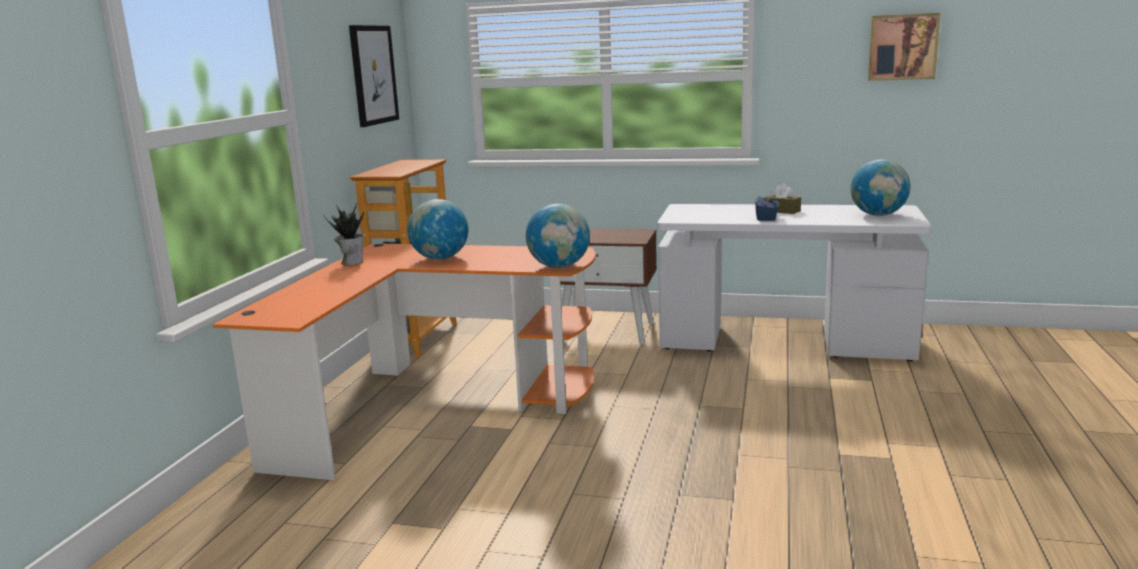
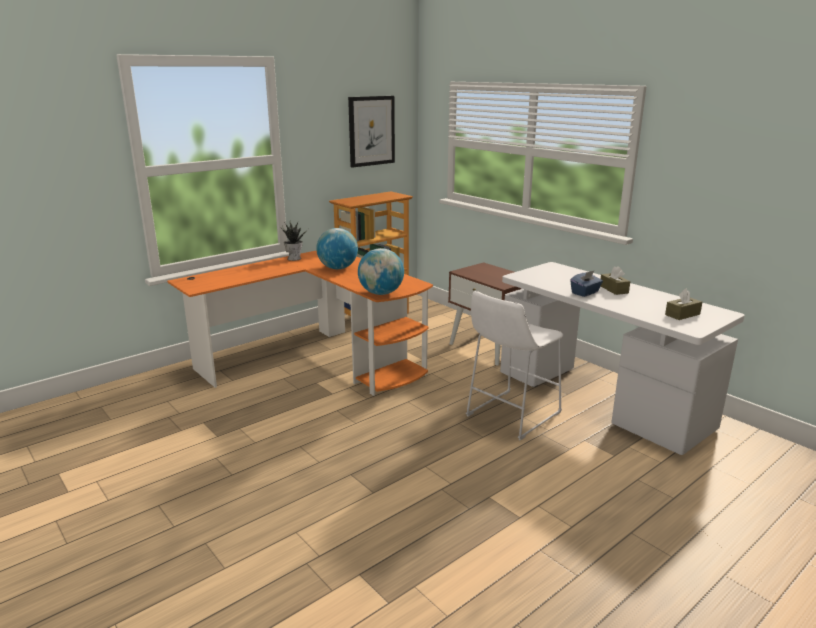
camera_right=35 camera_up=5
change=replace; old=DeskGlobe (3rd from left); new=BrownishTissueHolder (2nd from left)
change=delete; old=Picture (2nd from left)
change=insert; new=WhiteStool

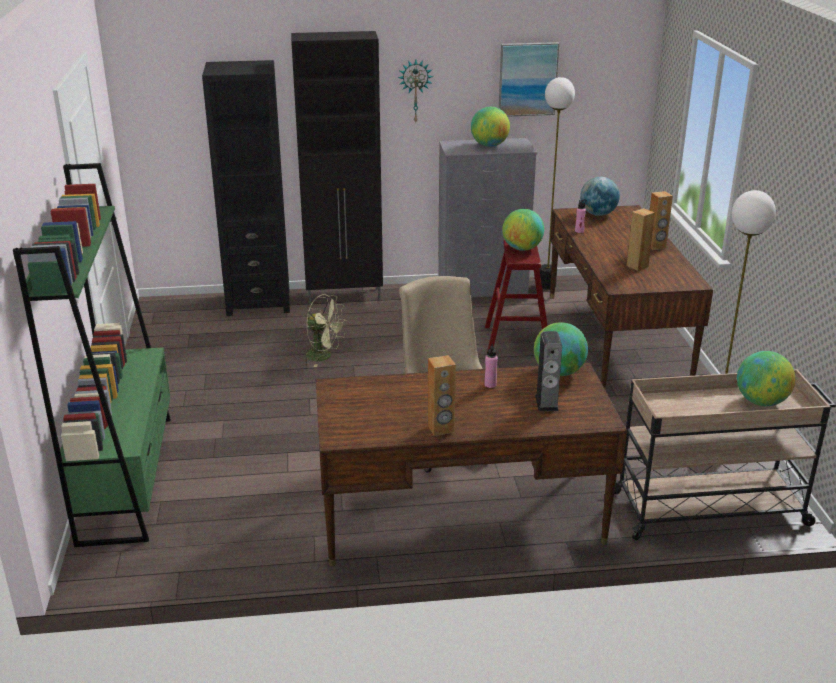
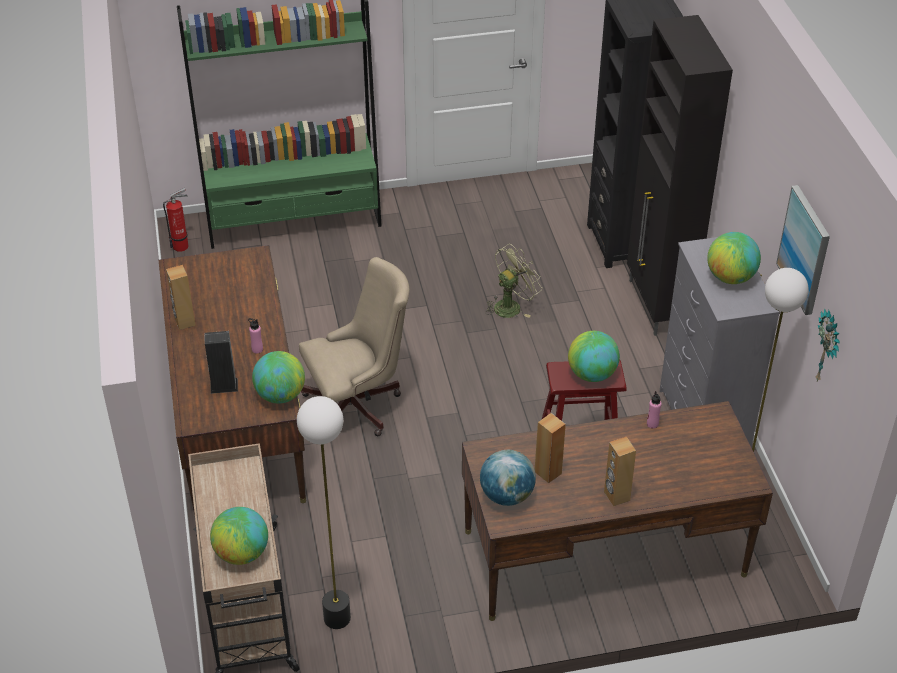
camera_right=85 camera_up=15
change=rotate; old=GreenishFan; degrees=-150
change=move; old=HangingClock
change=move; old=DeskGlobe (4th from left in the first image); new=DeskGlobe (3rd from left)
change=insert; new=FireExtinguisher

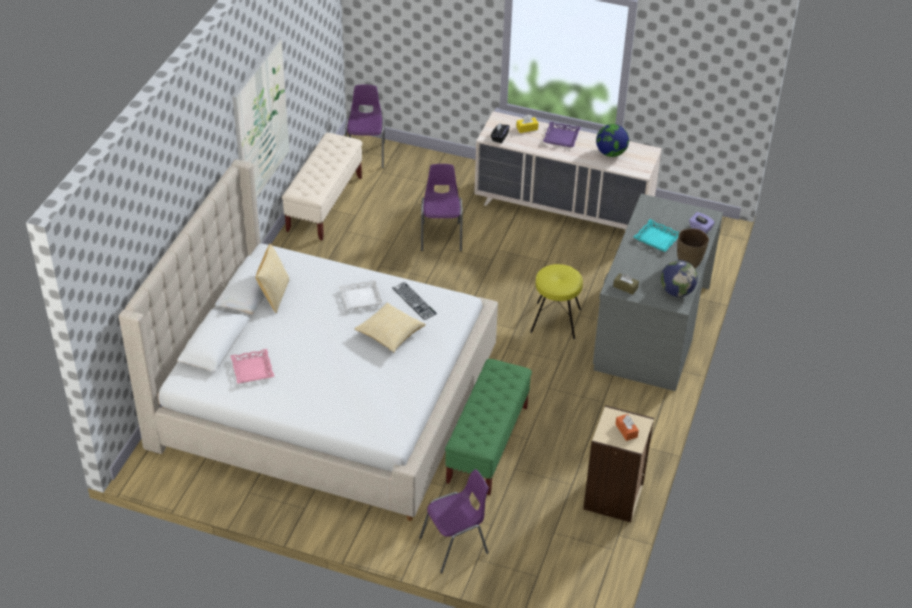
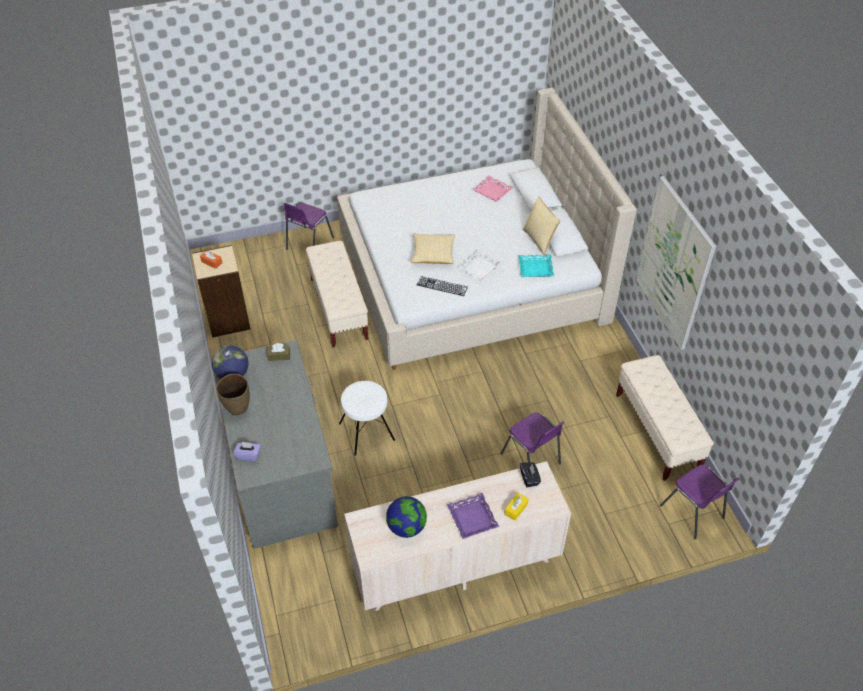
camera_right=145 camera_up=5
change=recolor; old=GreenishIndoorBench; new=SandColouredIndoorBench (1st from left)
change=recolor; old=YellowishStool; new=WhiteStool
change=move; old=TurquoiseColouredServingTray

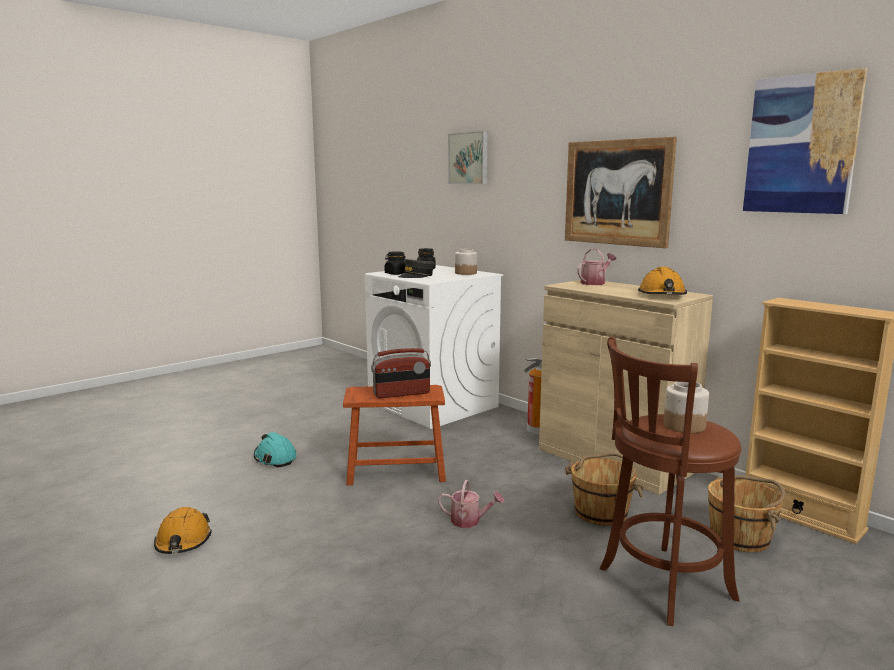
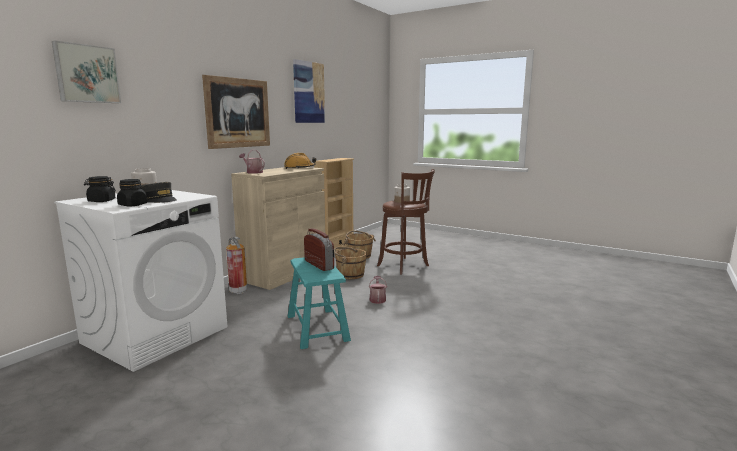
camera_right=-105 camera_up=0
change=delete; old=OrangeySafetyHelmet (1st from left)
change=delete; old=TurquoiseColouredSafetyHelmet
change=recolor; old=BrownishStool (1st from left); new=TurquoiseColouredStool

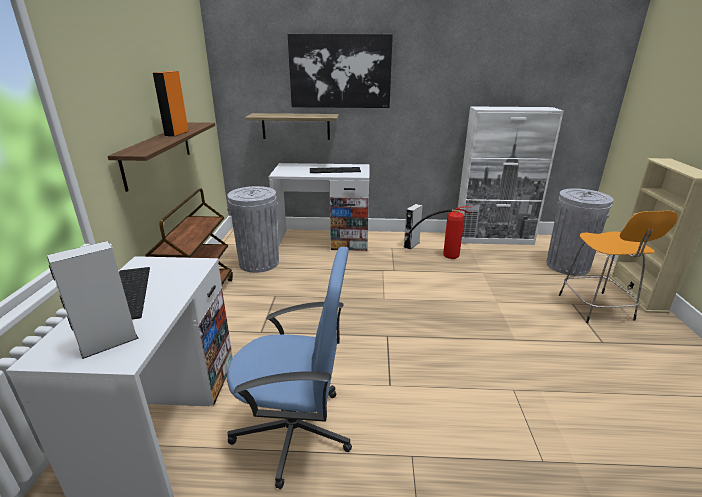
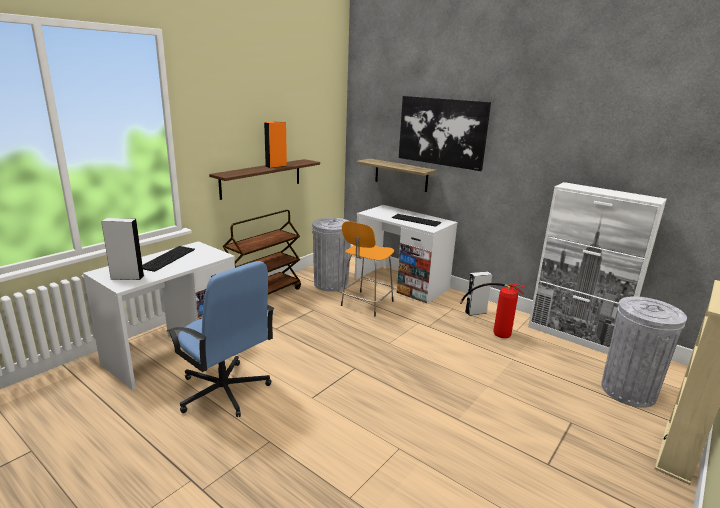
camera_right=35 camera_up=-5
change=move; old=OrangeyStool

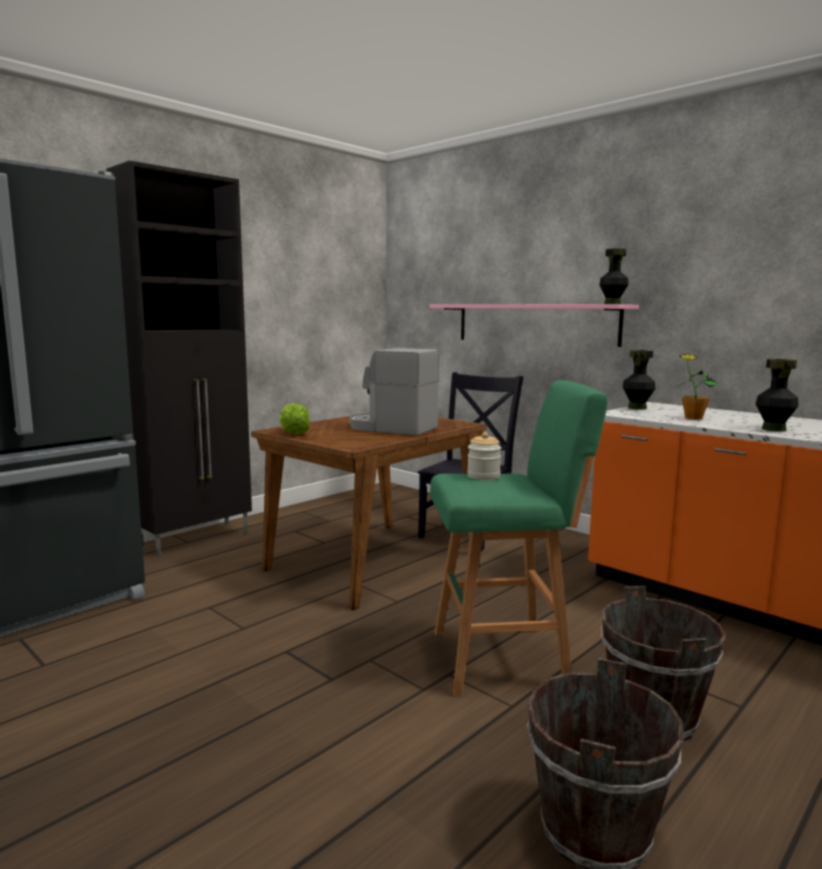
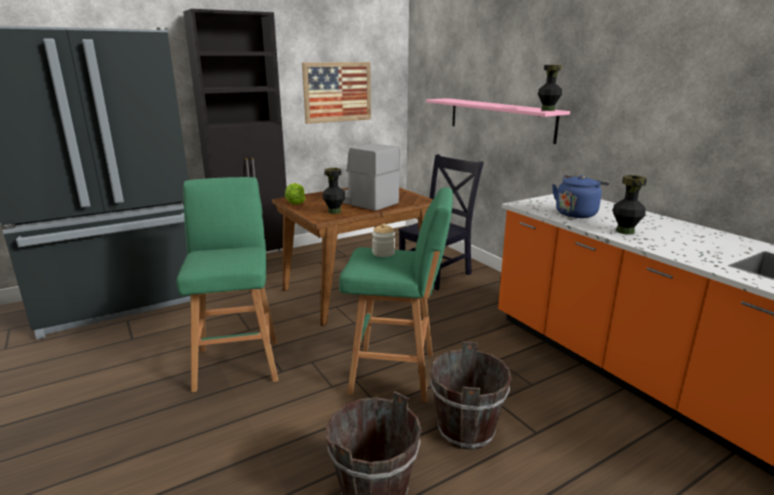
camera_right=15 camera_up=10
change=move; old=BlackDecorativeVase (2nd from left in the first image); new=BlackDecorativeVase (1st from left)
change=replace; old=PlantInAPot; new=BluishKettle
change=insert; new=GreenishStool (1st from left)
change=insert; new=Picture

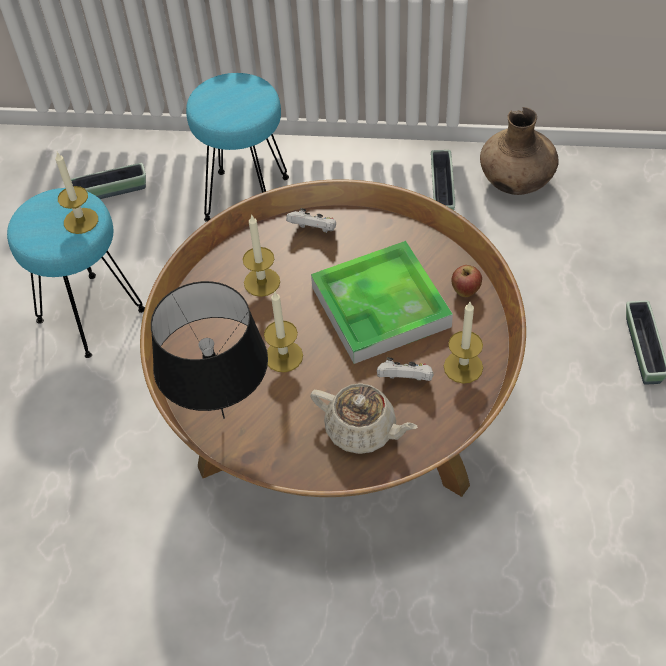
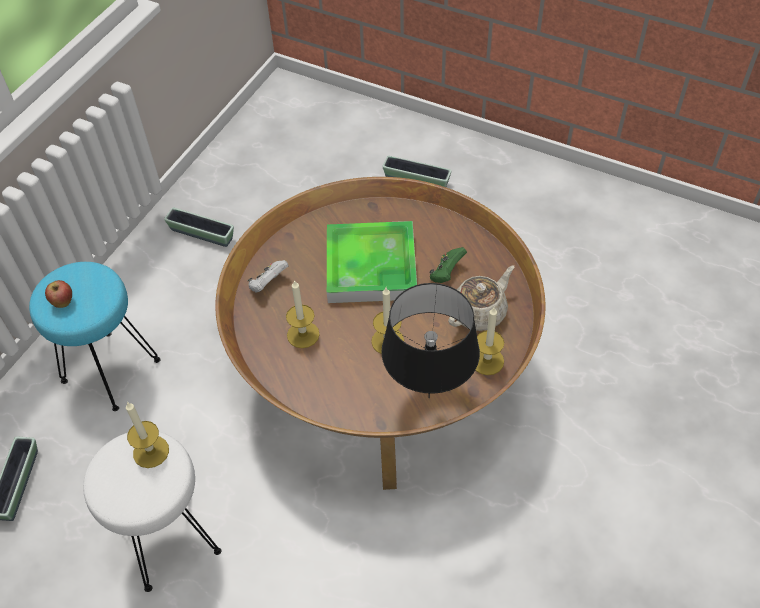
camera_right=-70 camera_up=0
change=recolor; old=TurquoiseColouredStool (1st from left); new=WhiteStool
change=recolor; old=WhiteGamepad (2nd from left); new=GreenishGamepad
change=move; old=WaxLight (4th from left)
change=move; old=Apple
change=delete; old=BrownishDecorativeVase

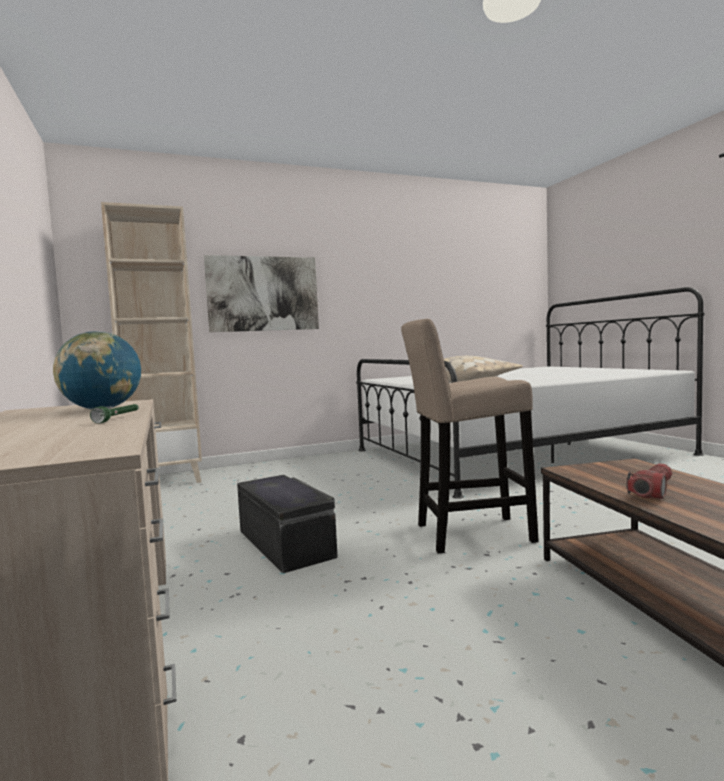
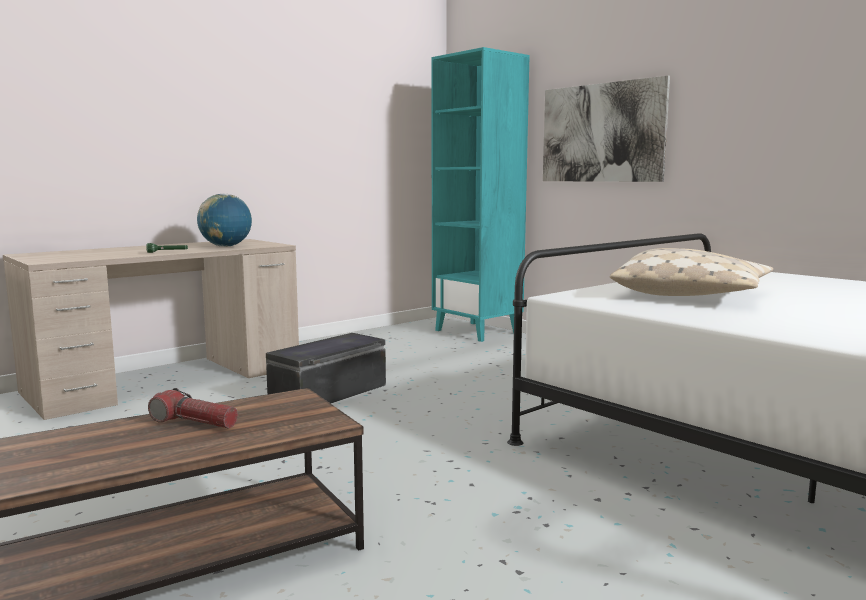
camera_right=70 camera_up=5
change=recolor; old=SandColouredBookshelf; new=TurquoiseColouredBookshelf
change=delete; old=SandColouredStool

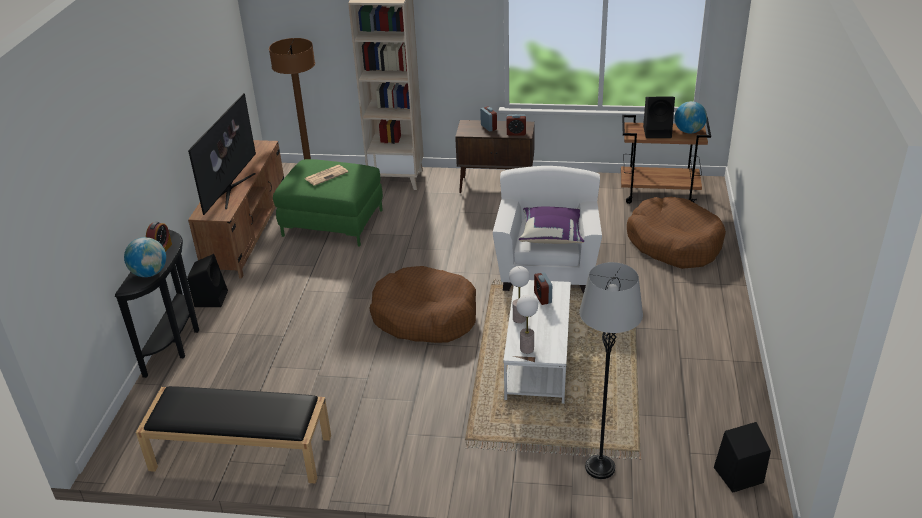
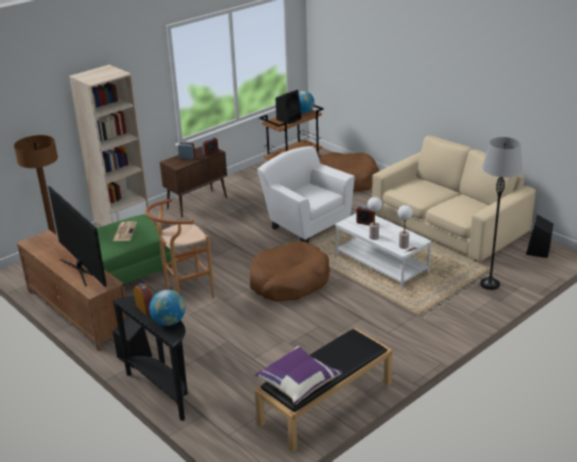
camera_right=-50 camera_up=-5
change=move; old=PurpleColouredThrowPillow
change=insert; new=BrownishStool
change=insert; new=SandColouredSofa

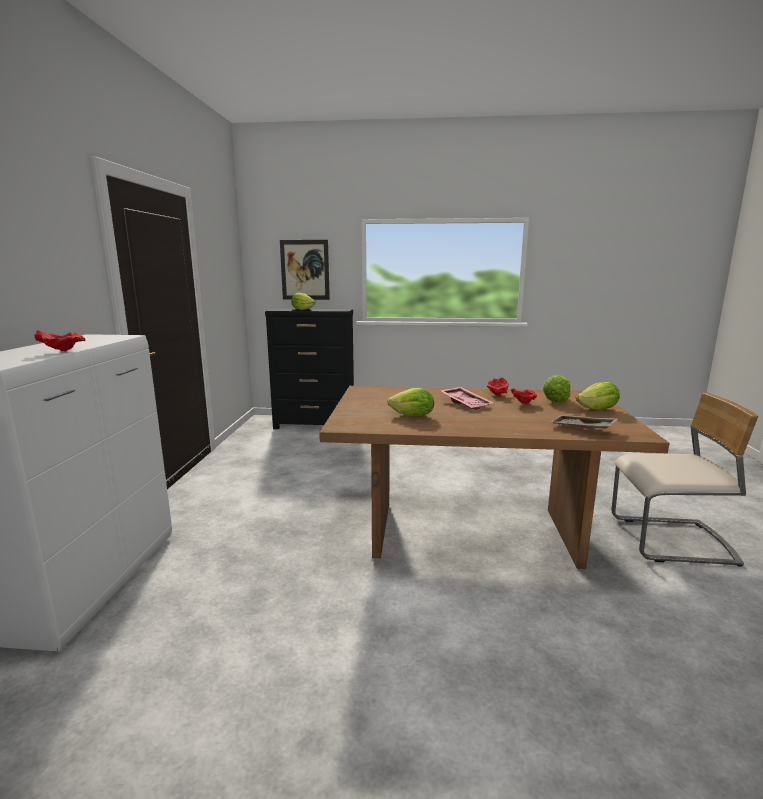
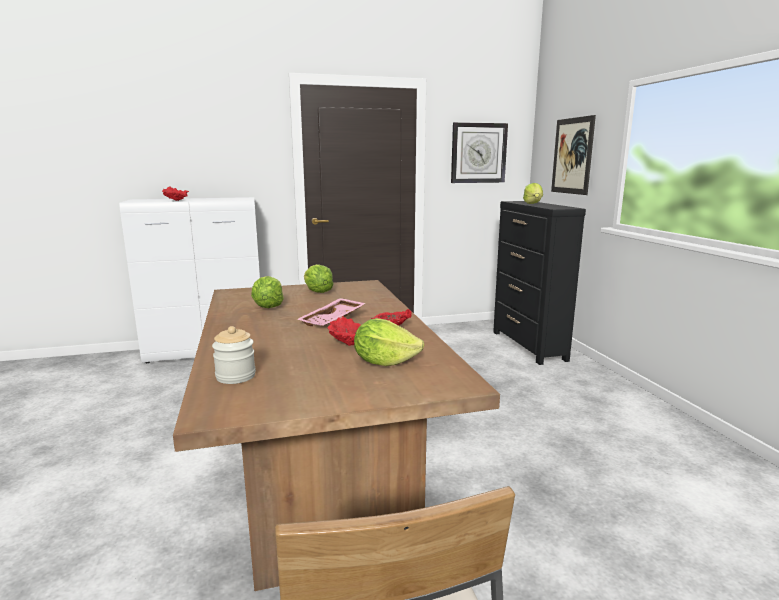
camera_right=70 camera_up=0
change=replace; old=GreyishServingTray; new=Jar
change=move; old=Lettuce (4th from left in the first image); new=Lettuce (2nd from left)
change=insert; new=HangingClock

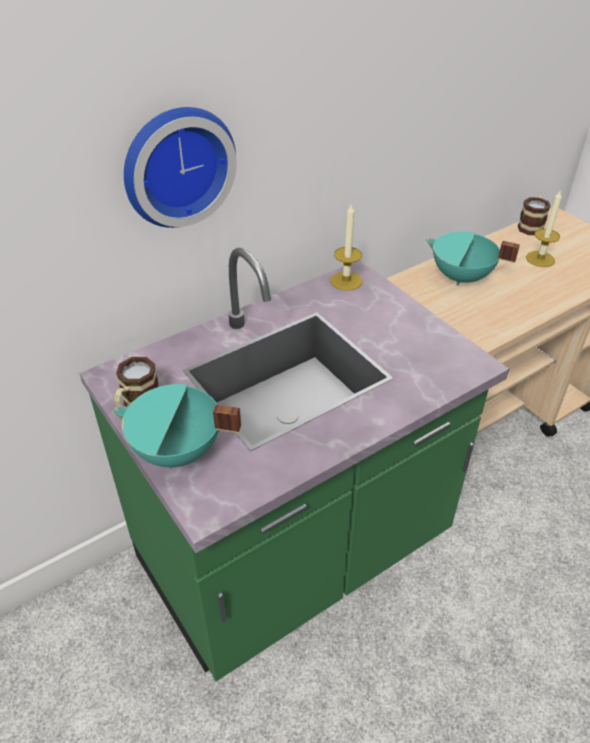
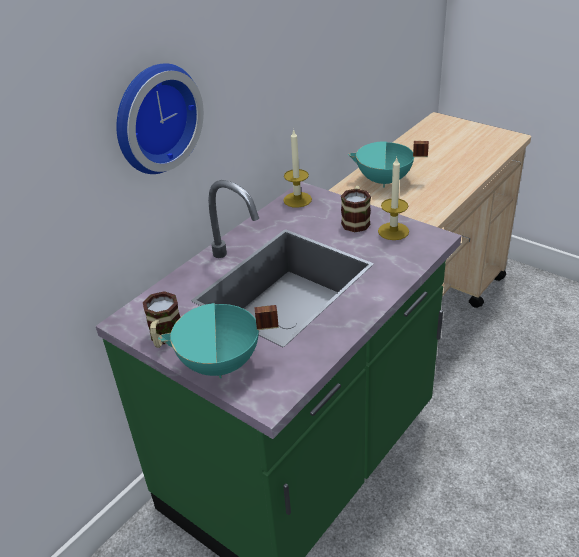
camera_right=-15 camera_up=-5
change=move; old=Mug (2nd from left)
change=move; old=WaxLight (2nd from left)

